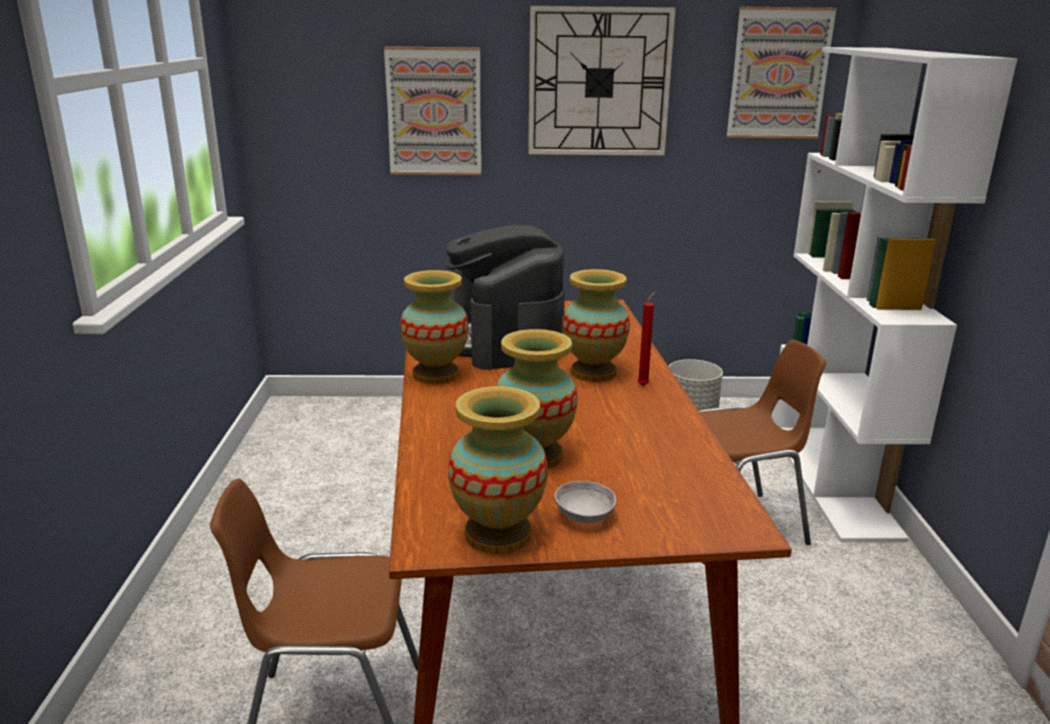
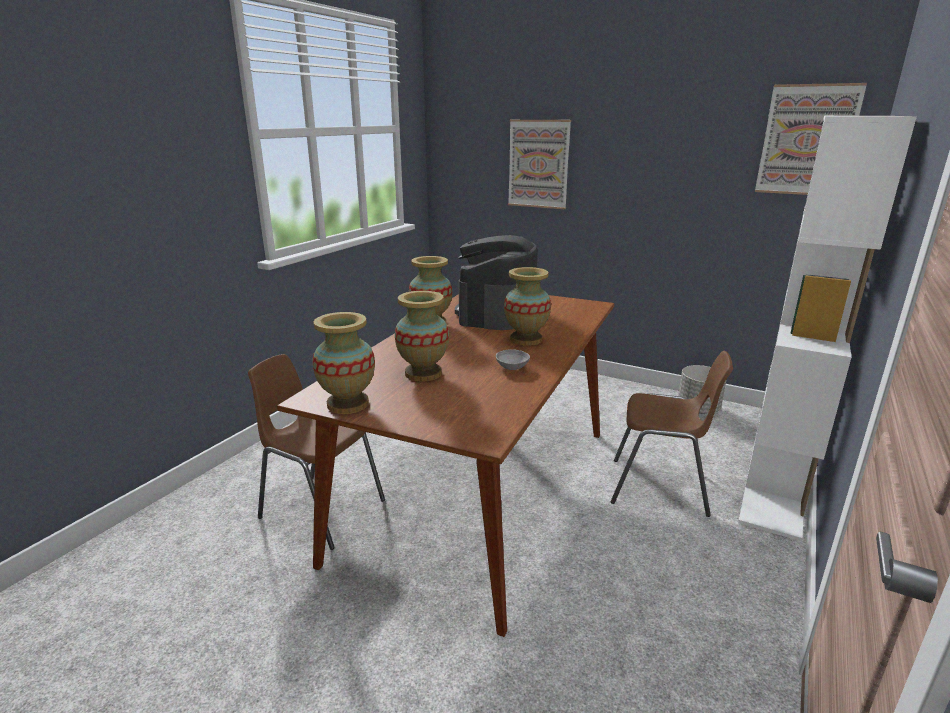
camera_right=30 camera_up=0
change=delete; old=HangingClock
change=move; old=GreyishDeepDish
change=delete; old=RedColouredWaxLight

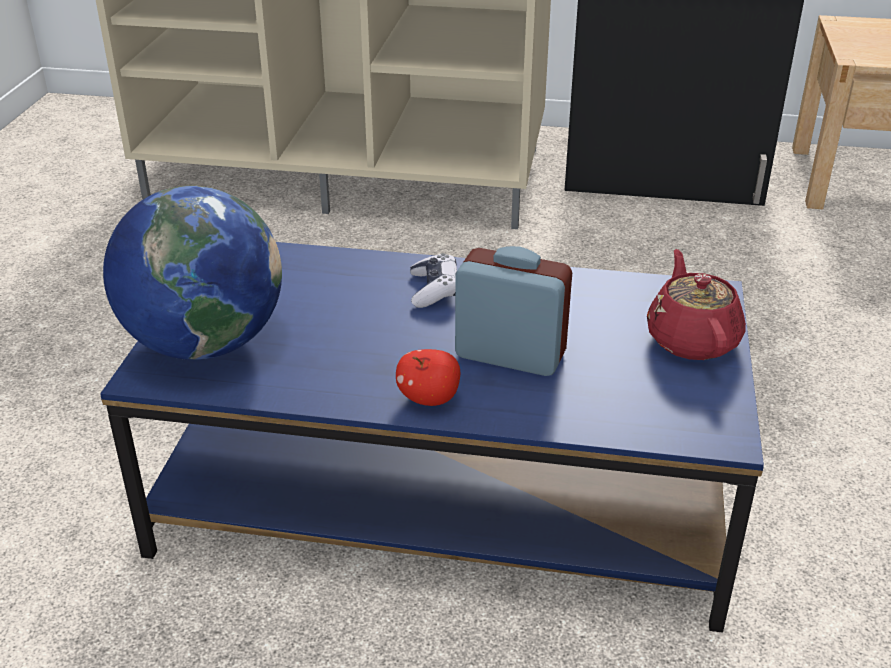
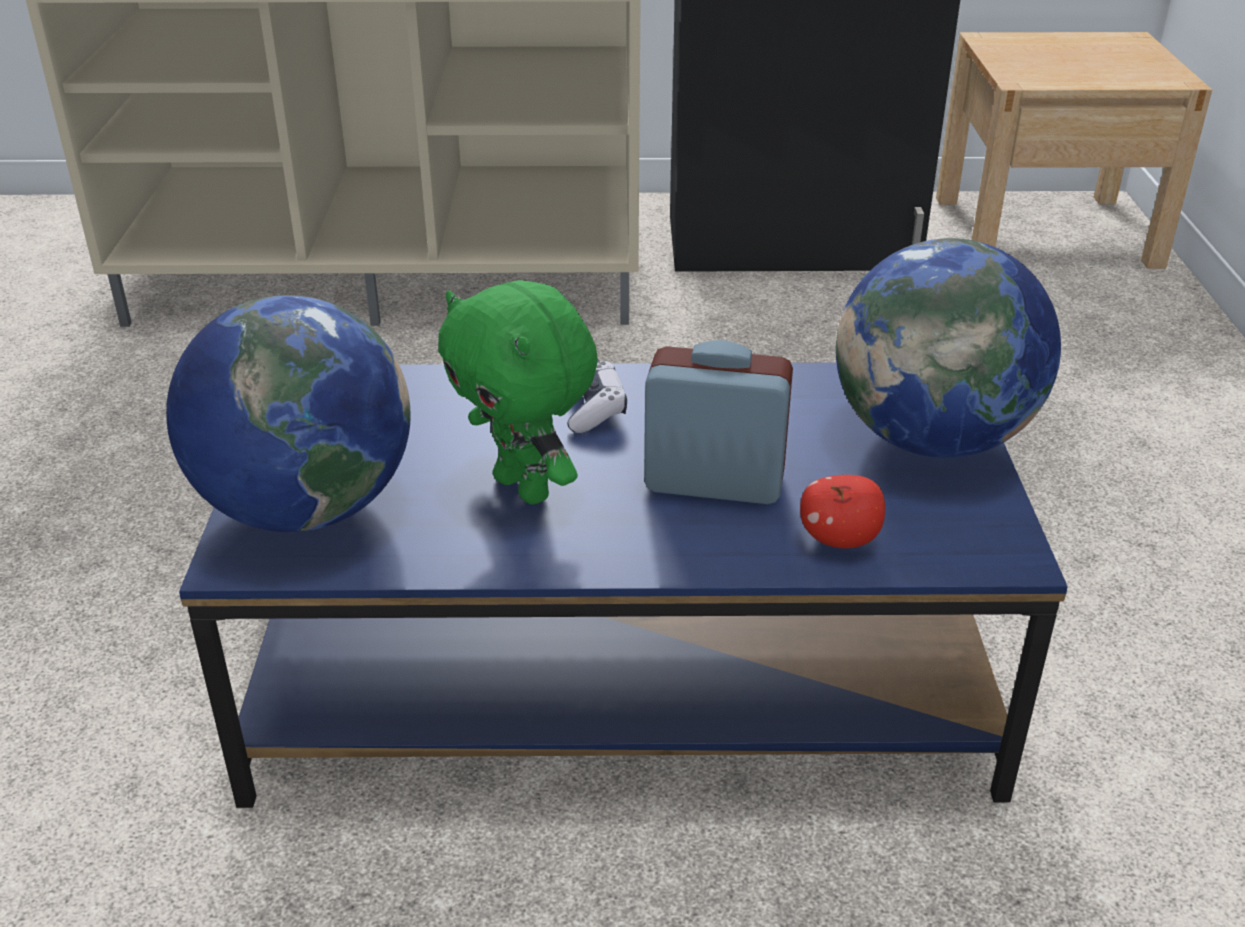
camera_right=-10 camera_up=0
change=move; old=Apple
change=replace; old=RedColouredTeapot; new=DeskGlobe (2nd from left)
change=insert; new=GreenishCuddlyToy

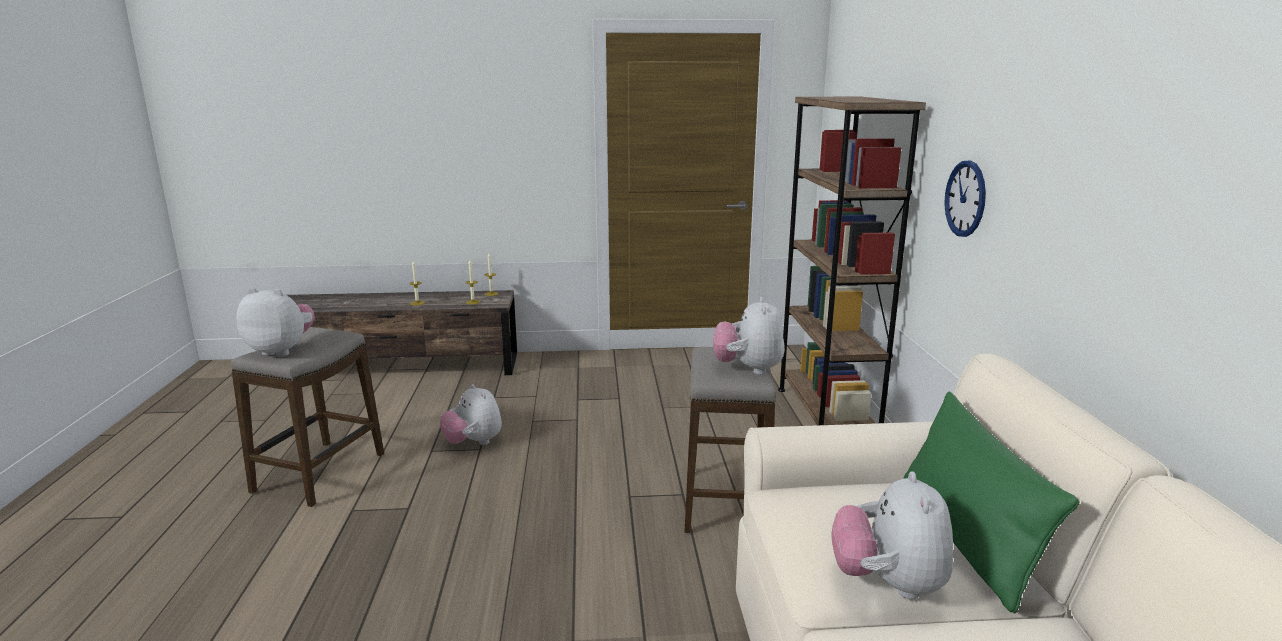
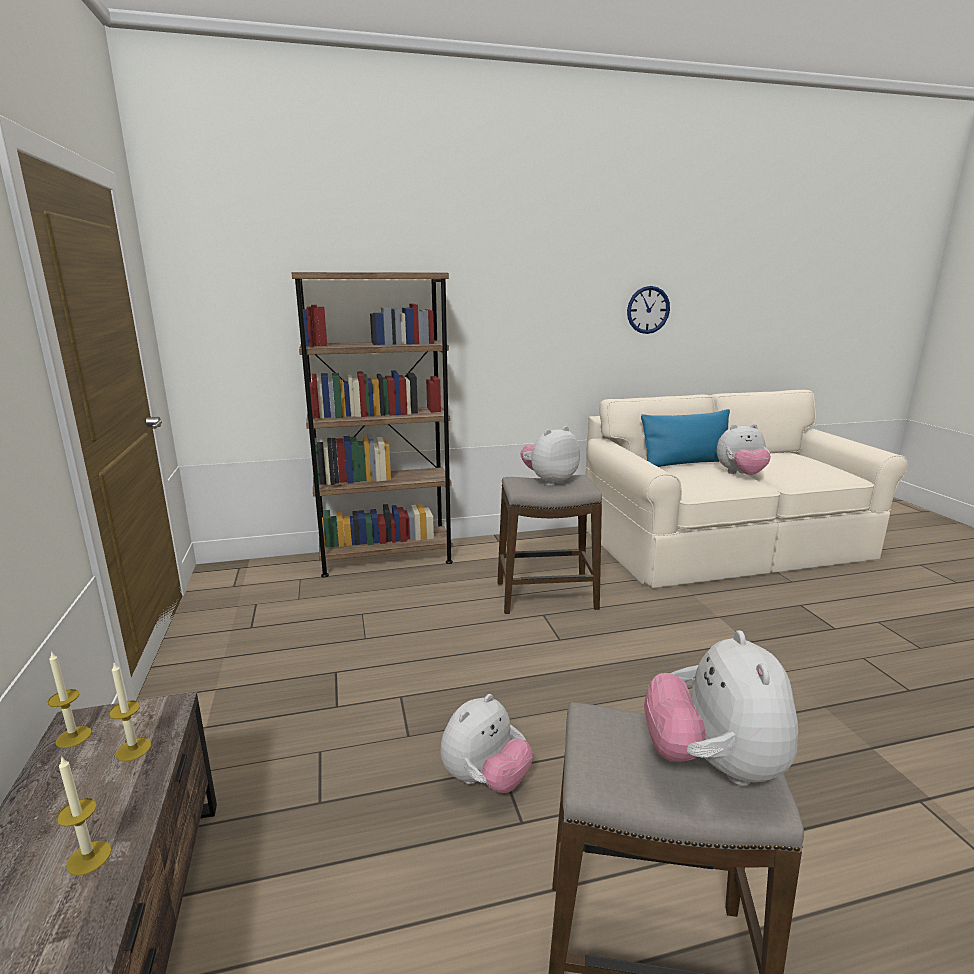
camera_right=-100 camera_up=0
change=rotate; old=CuddlyToy (3rd from left in the first image); degrees=150
change=recolor; old=GreenishThrowPillow; new=BluishThrowPillow
change=move; old=HangingClock

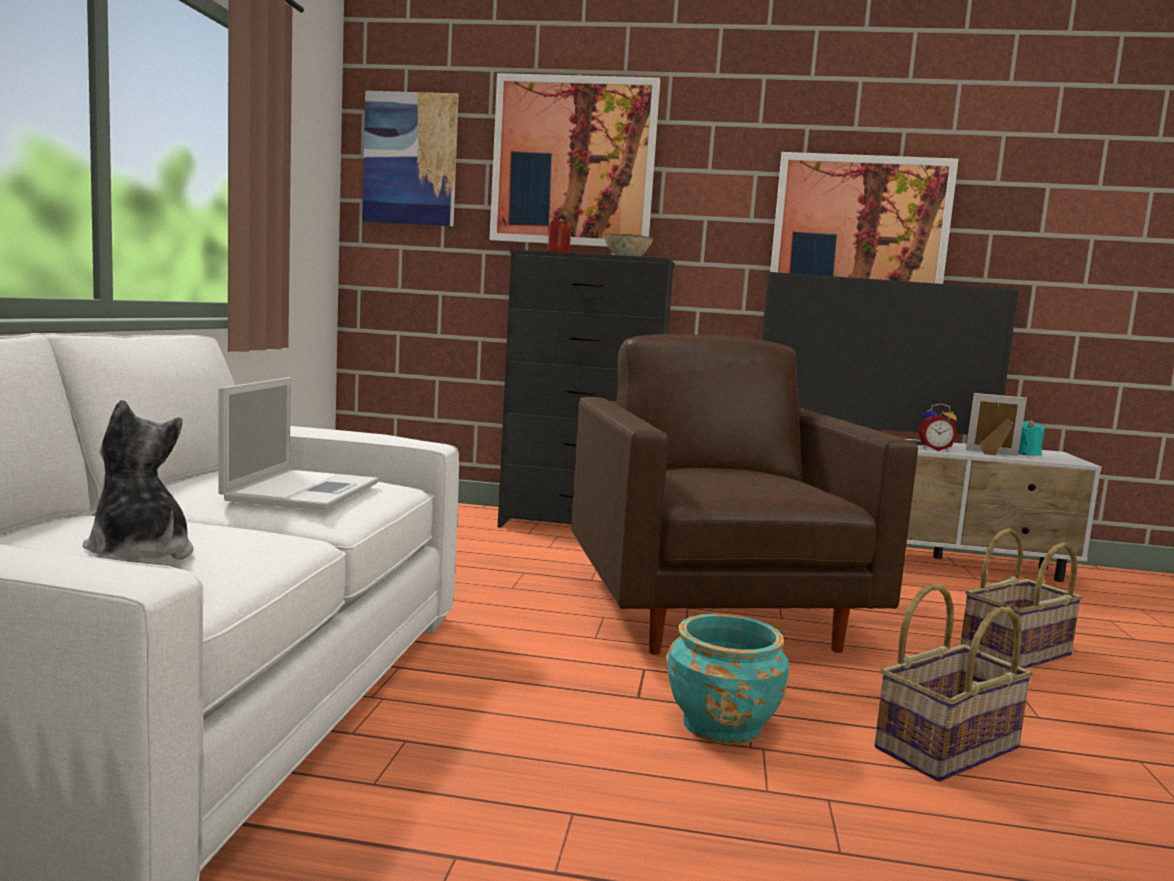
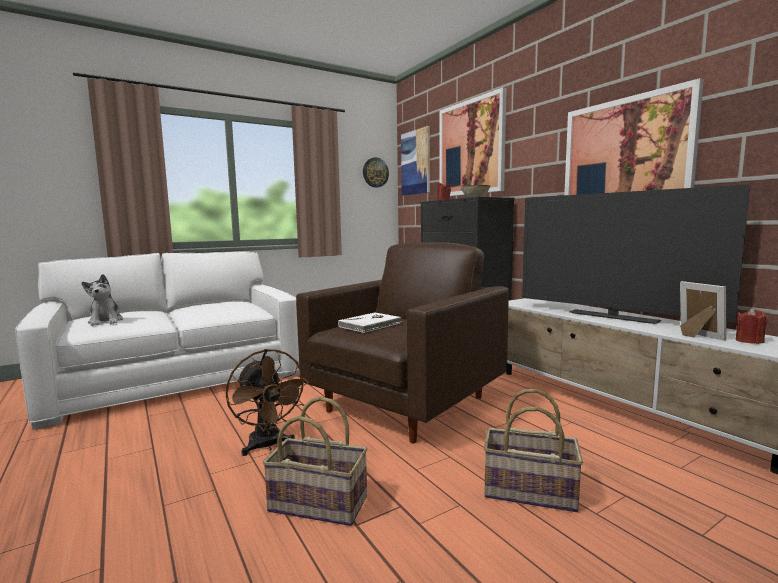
camera_right=50 camera_up=0
change=rotate; old=CuddlyToy; degrees=150
change=delete; old=PortableComputer
change=replace; old=TurquoiseColouredFlowerPot; new=BrownishFan
change=delete; old=TableClock
change=recolor; old=TurquoiseColouredWaxLight; new=RedColouredWaxLight (2nd from left)
change=insert; new=WhiteVolume
change=insert; new=HangingClock

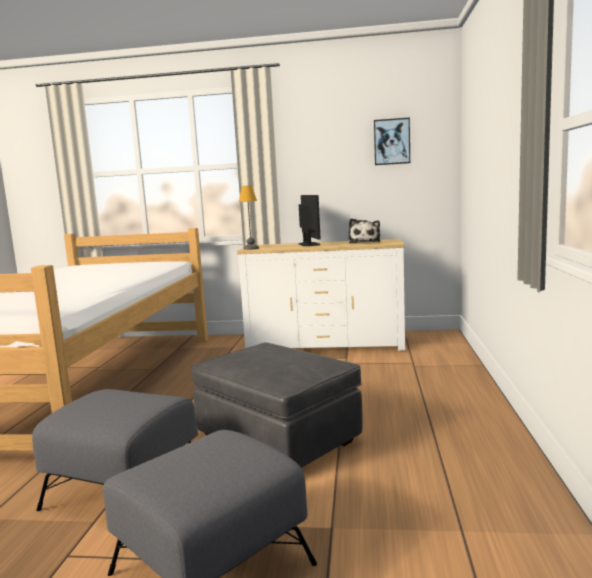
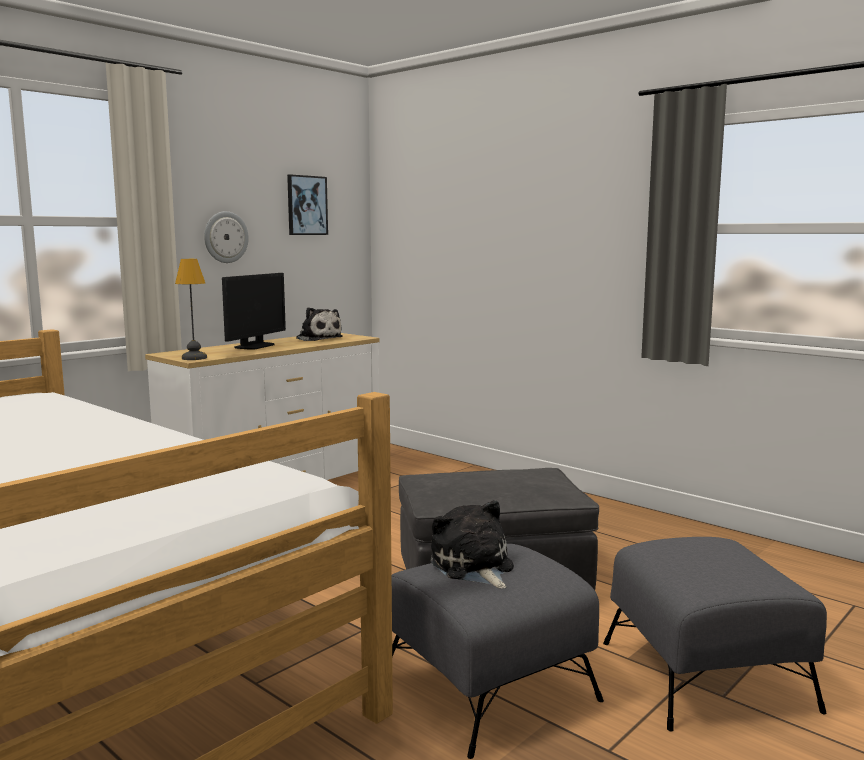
camera_right=-55 camera_up=0
change=rotate; old=ComputerScreen; degrees=90
change=insert; new=HangingClock
change=insert; new=CuddlyToy (2nd from left)

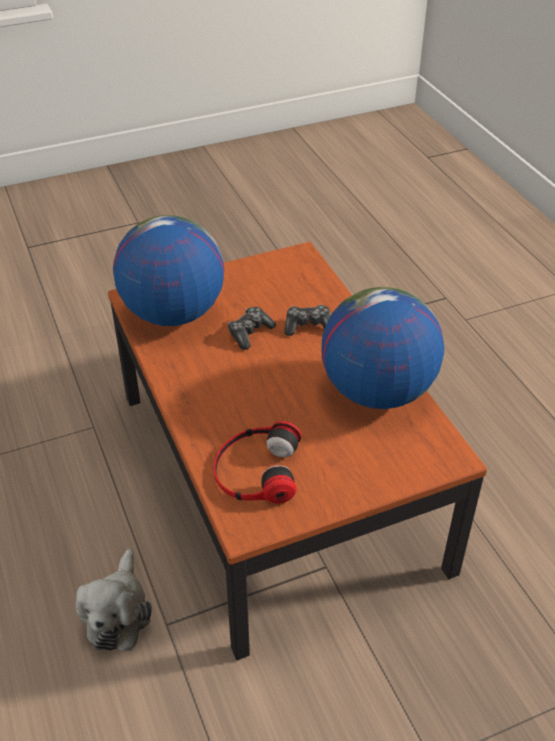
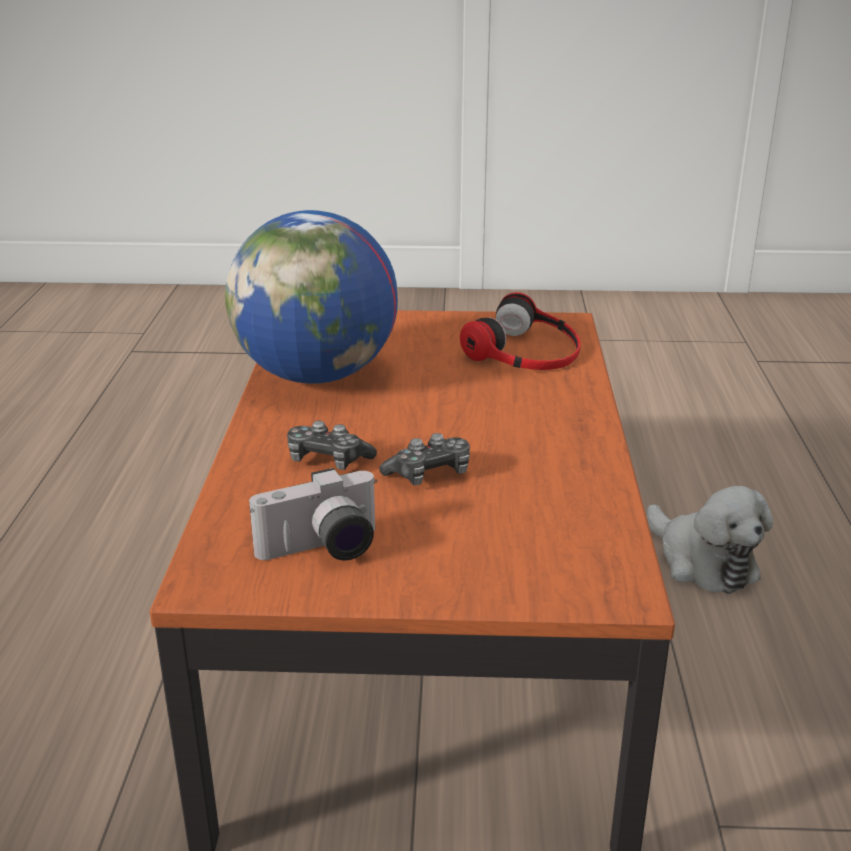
camera_right=-155 camera_up=-15
change=rotate; old=CuddlyToy; degrees=120
change=delete; old=DeskGlobe (1st from left)
change=insert; new=PhotoCamera

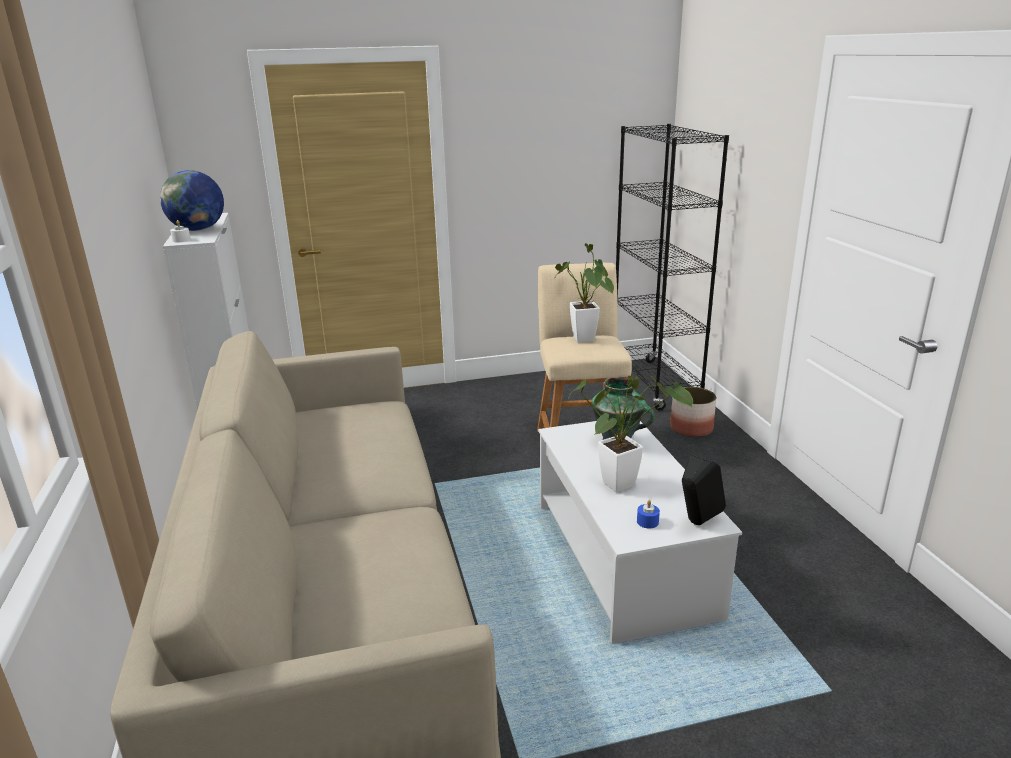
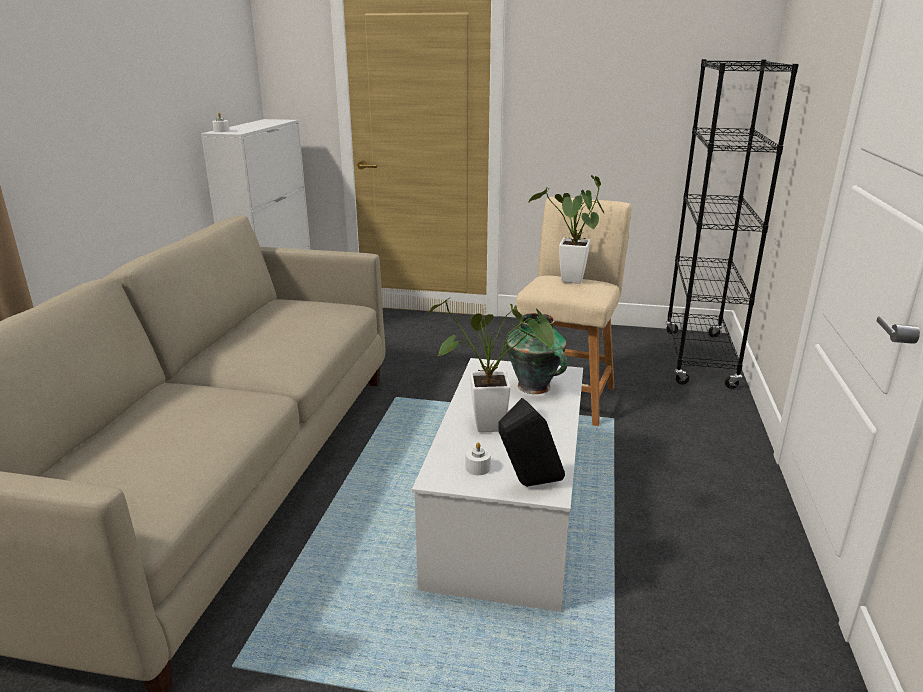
camera_right=25 camera_up=0
change=delete; old=DeskGlobe
change=recolor; old=BluishWaxLight; new=WhiteWaxLight (2nd from left)
change=delete; old=FlowerPot

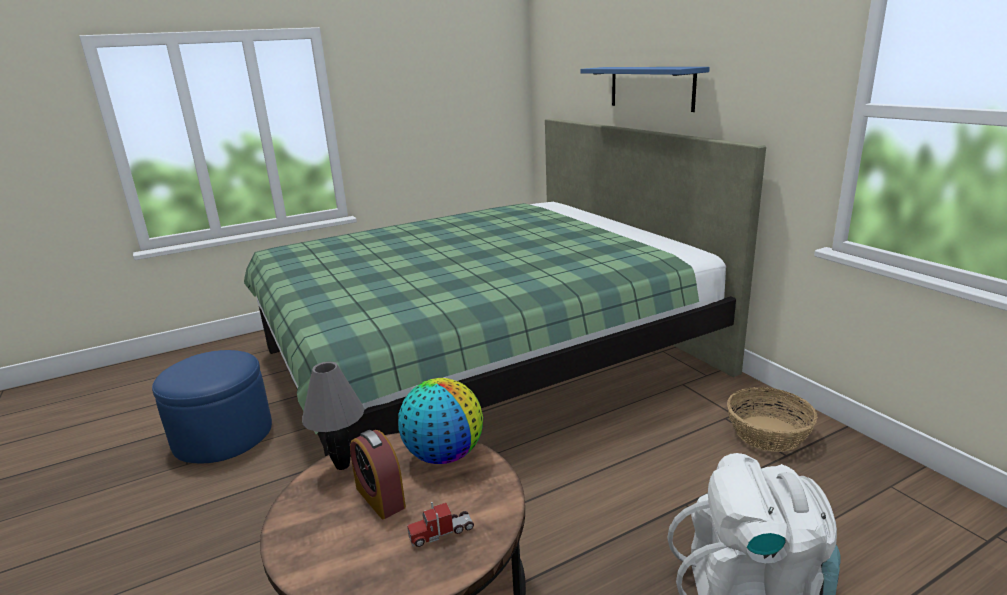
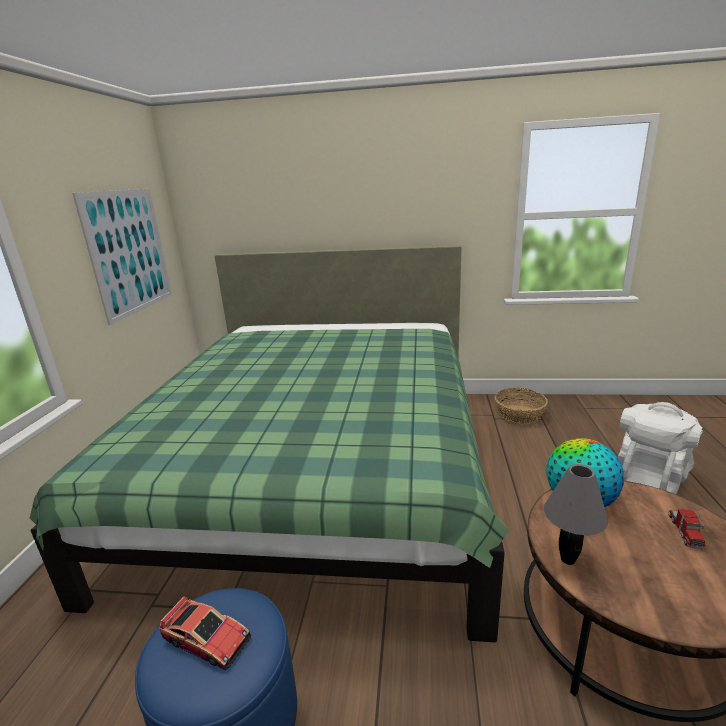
camera_right=-55 camera_up=0
change=delete; old=TableClock
change=delete; old=BluishShelf
change=insert; new=Picture
change=insert; new=MiniatureCar

